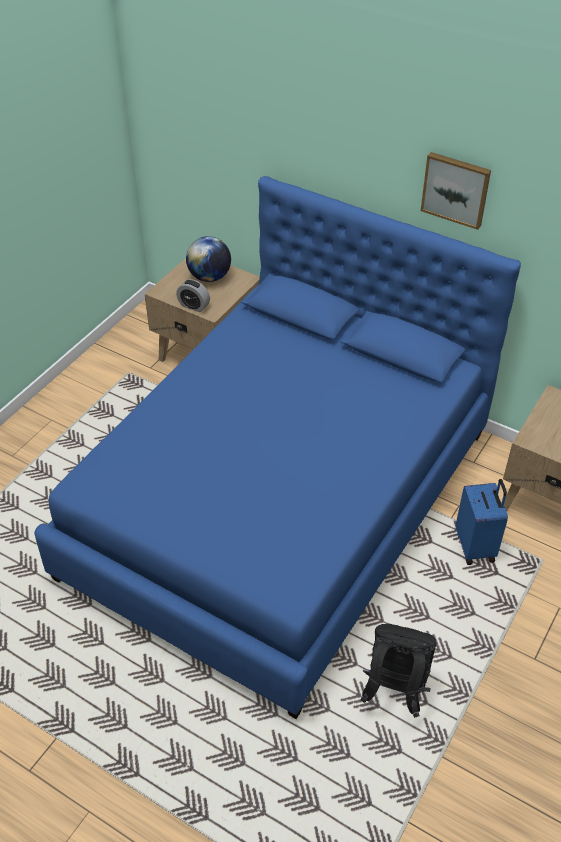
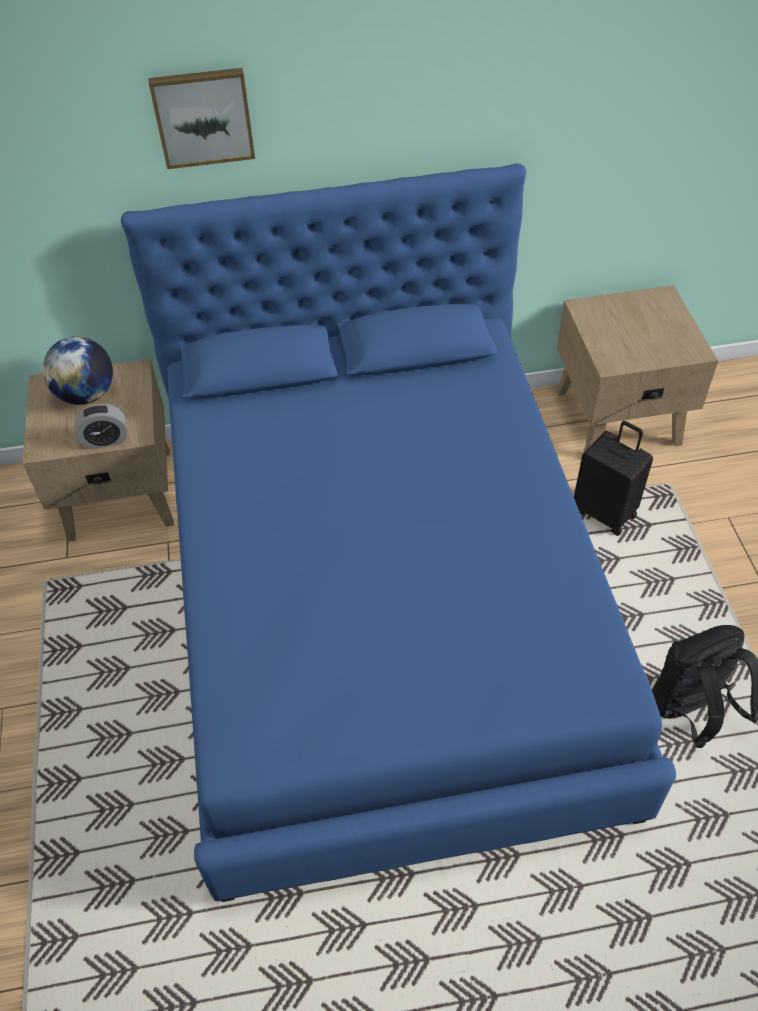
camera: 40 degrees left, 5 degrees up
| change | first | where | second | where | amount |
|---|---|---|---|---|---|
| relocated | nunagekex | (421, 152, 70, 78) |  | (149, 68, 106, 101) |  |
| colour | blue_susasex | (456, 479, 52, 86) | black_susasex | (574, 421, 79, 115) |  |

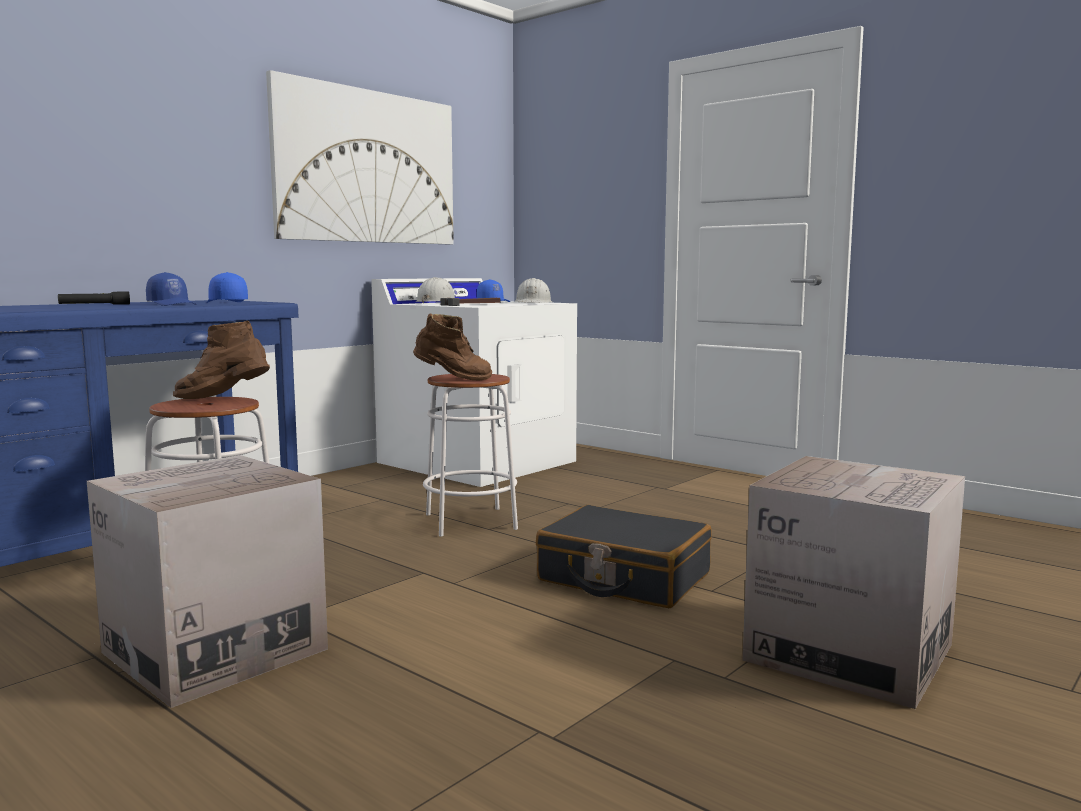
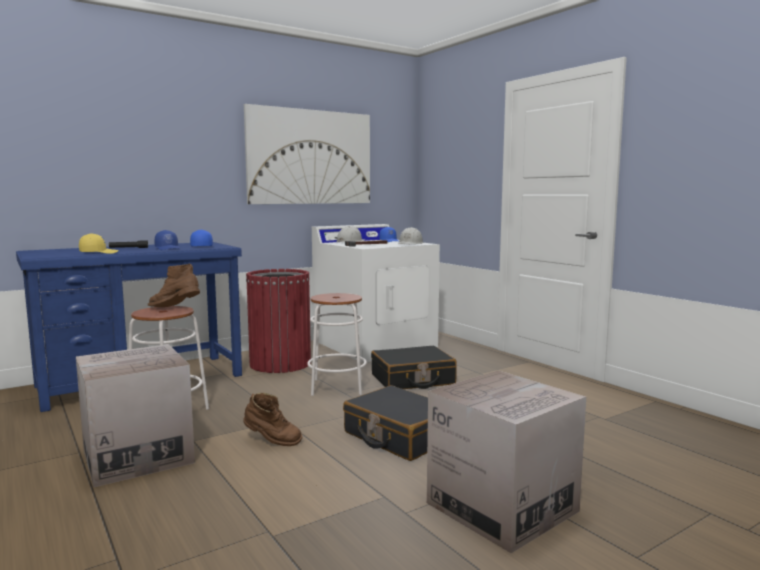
camera: 15 degrees right, 0 degrees up
| change | first | where | second | where | amount |
|---|---|---|---|---|---|
| relocated | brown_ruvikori | (413, 313, 79, 67) |  | (243, 393, 59, 53) |  |
| appeared |  |  | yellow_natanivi | (79, 233, 40, 21) |  |
| appeared |  |  | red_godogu | (246, 269, 65, 104) |  |
| appeared |  |  | black_susasex | (371, 346, 86, 43) |  |

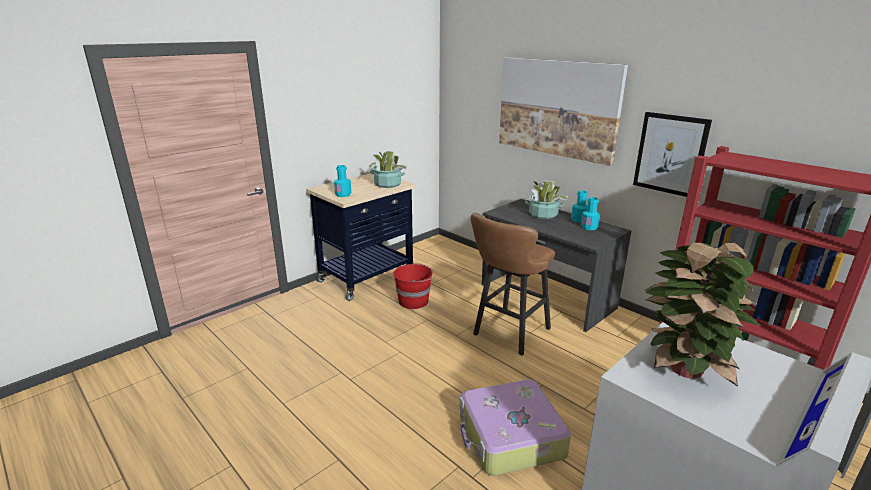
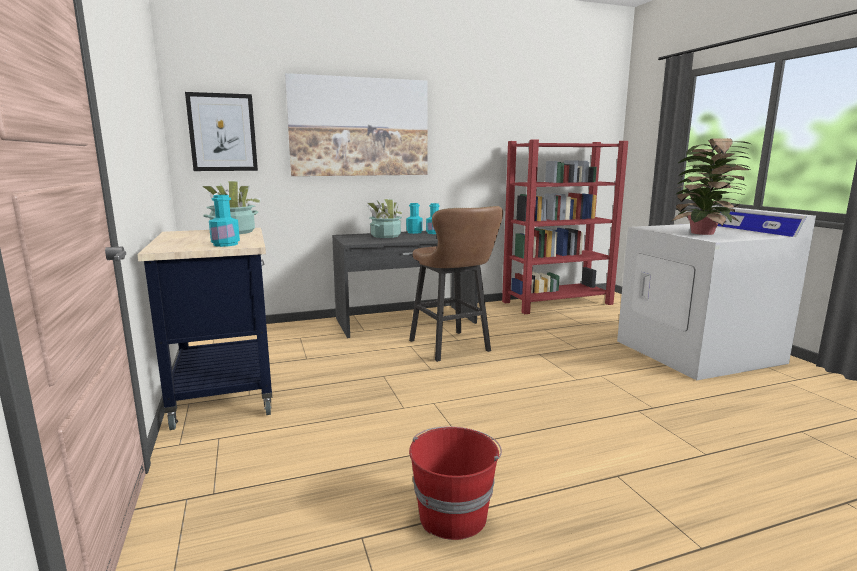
camera: 65 degrees left, 10 degrees down
| change | first | where | second | where | amount |
|---|---|---|---|---|---|
| relocated | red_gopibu | (394, 263, 40, 46) |  | (409, 426, 93, 114) |  |
| missing | susasex | (459, 379, 112, 97) |  |  |  |
| relocated | nunagekex | (633, 112, 79, 85) |  | (185, 92, 73, 79) |  |

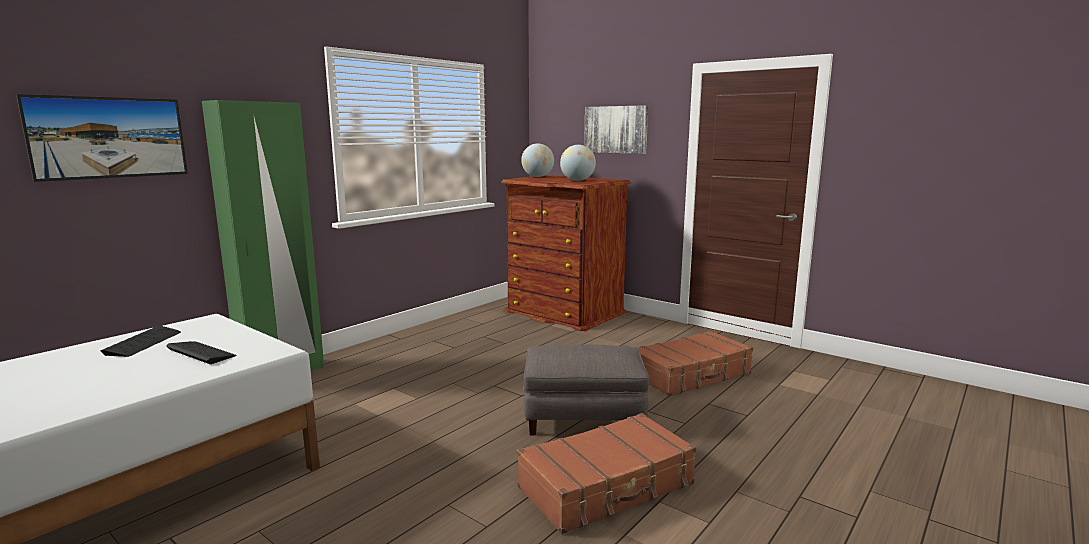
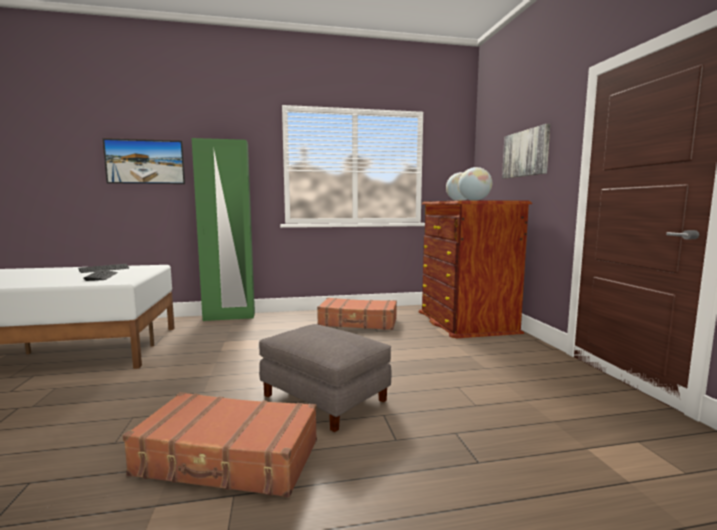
camera: 40 degrees right, 5 degrees down
| change | first | where | second | where | amount |
|---|---|---|---|---|---|
| relocated | brown_susasex | (637, 331, 116, 65) |  | (317, 298, 80, 32) |  |

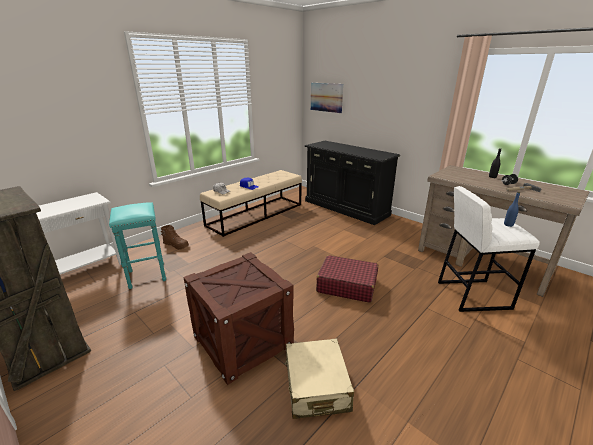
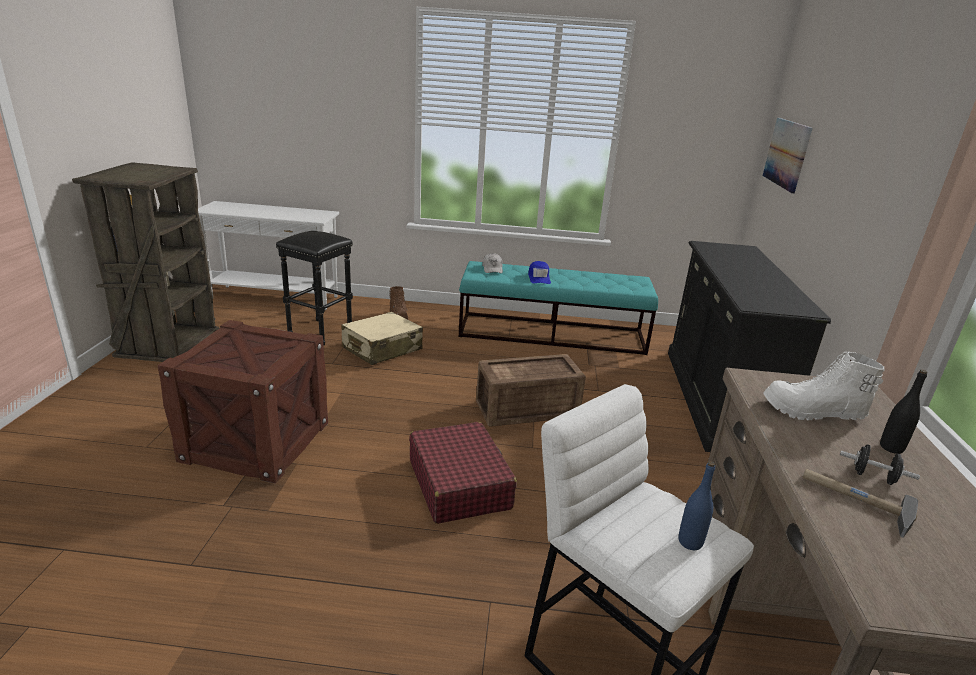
camera: 50 degrees right, 0 degrees up
| change | first | where | second | where | amount |
|---|---|---|---|---|---|
| colour | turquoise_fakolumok | (109, 202, 57, 87) | black_fakolumok | (276, 231, 77, 114) |  |
| colour | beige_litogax | (200, 170, 102, 67) | turquoise_litogax | (459, 261, 199, 94) |  |
| relocated | beige_susasex | (285, 338, 69, 81) |  | (341, 312, 82, 53) |  |
| appeared |  |  | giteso | (476, 354, 110, 73) |  |
| appeared |  |  | white_ruvikori | (763, 352, 122, 68) |  |

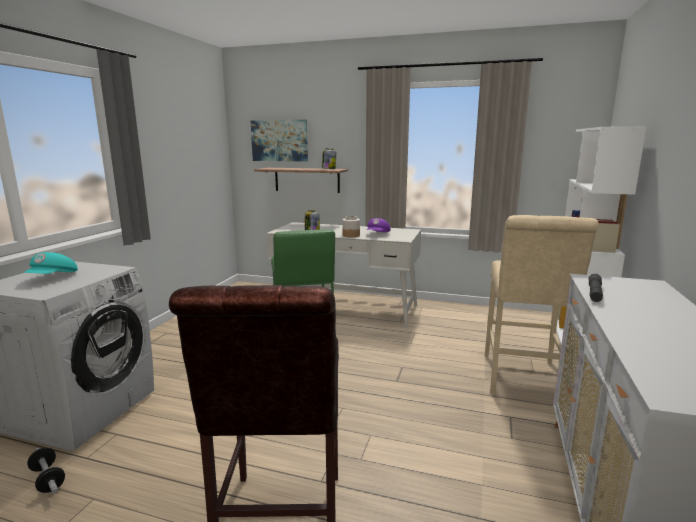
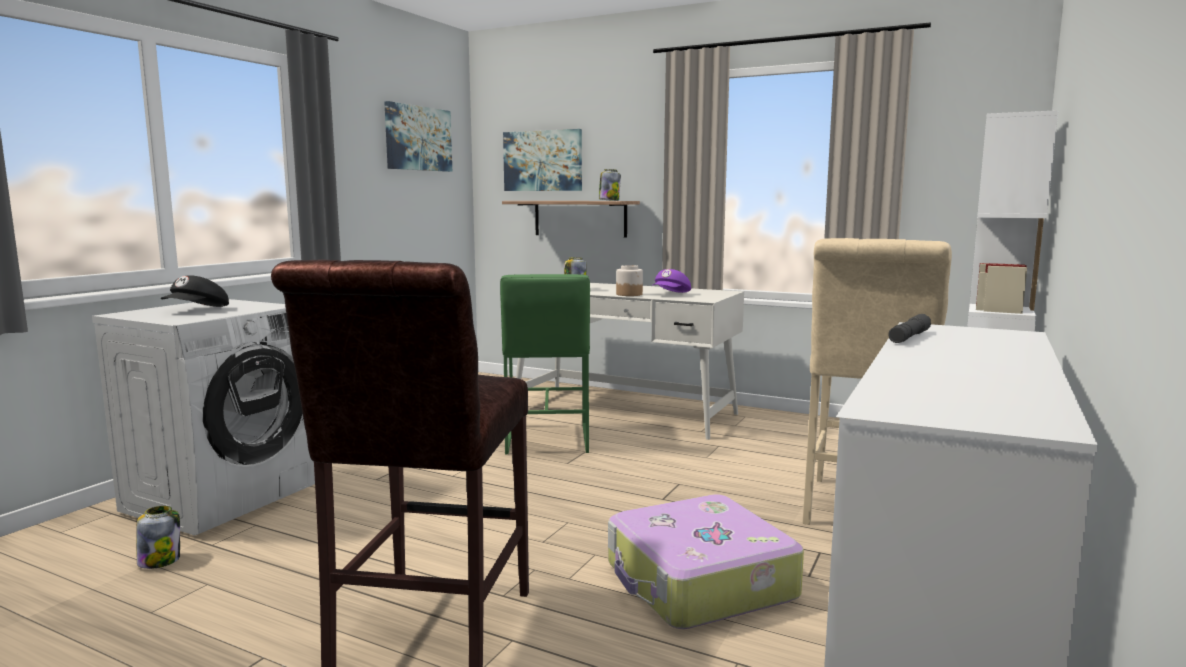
camera: 10 degrees right, 5 degrees down
| change | first | where | second | where | amount |
|---|---|---|---|---|---|
| colour | turquoise_natanivi | (23, 252, 55, 22) | black_natanivi | (161, 275, 68, 32) |  |
| exchanged | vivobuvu | (27, 448, 38, 46) | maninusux | (136, 506, 44, 63) |  |
| appeared |  |  | nunagekex | (384, 101, 68, 71) |  |
| appeared |  |  | susasex | (608, 494, 196, 135) |  |

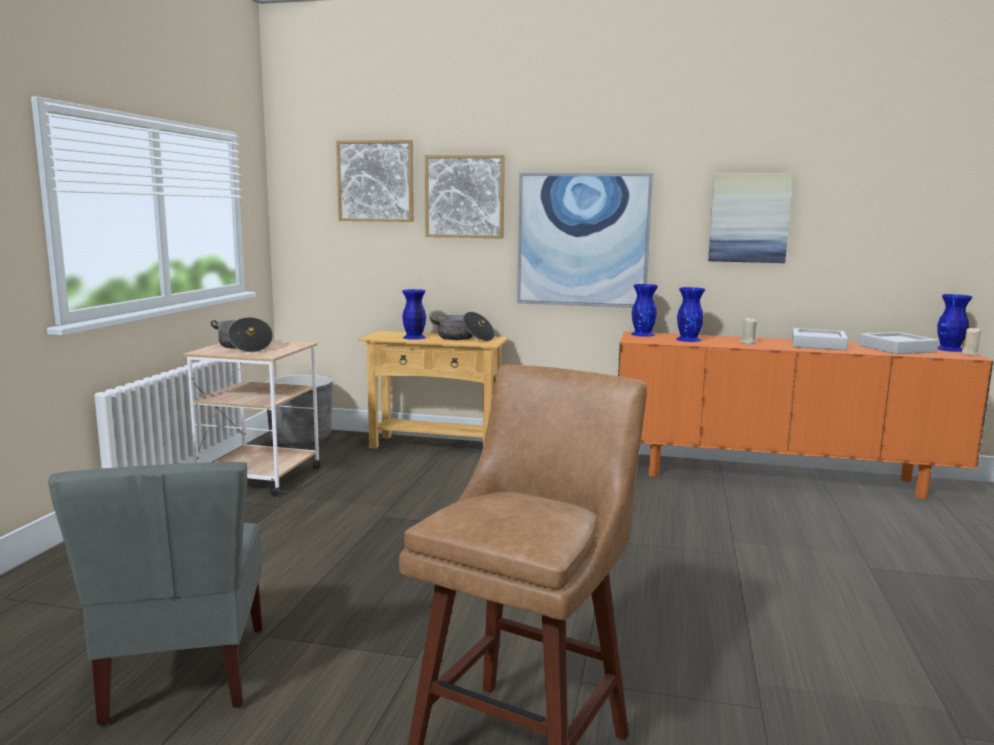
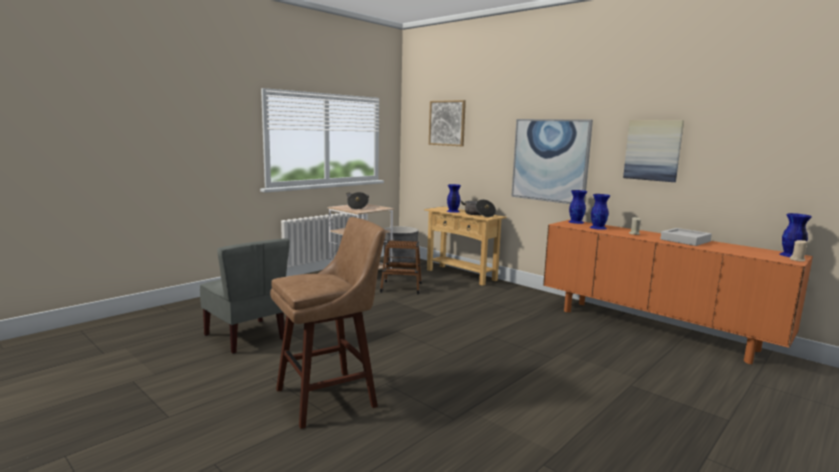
camera: 30 degrees right, 0 degrees up
| change | first | where | second | where | amount |
|---|---|---|---|---|---|
| spun | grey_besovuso | (48, 462, 214, 264) |  | (200, 239, 90, 115) | 60 degrees counterclockwise |
| missing | nunagekex | (425, 155, 80, 84) |  |  |  |
| missing | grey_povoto | (859, 332, 80, 22) |  |  |  |
| appeared |  |  | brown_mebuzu | (380, 240, 42, 54) |  |

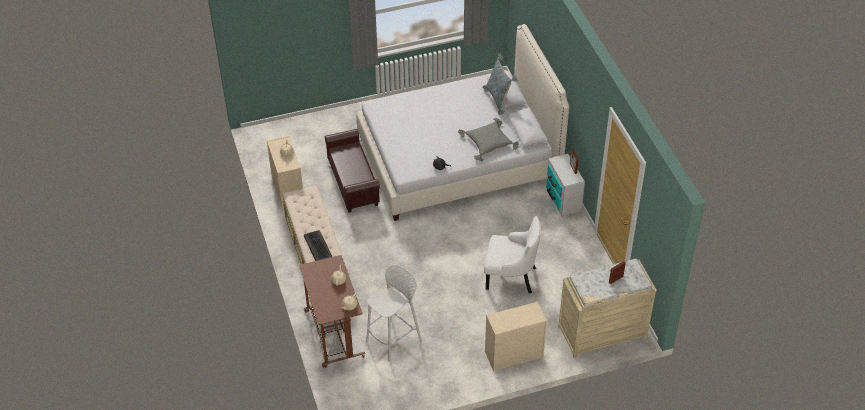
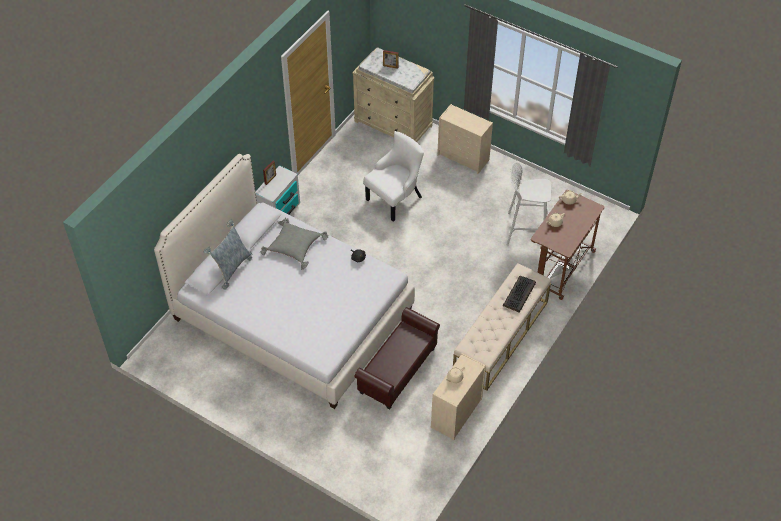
camera: 130 degrees left, 5 degrees up
| change | first | where | second | where | amount |
|---|---|---|---|---|---|
| spun | white_besovuso | (484, 216, 57, 78) |  | (363, 131, 61, 91) | 75 degrees clockwise |

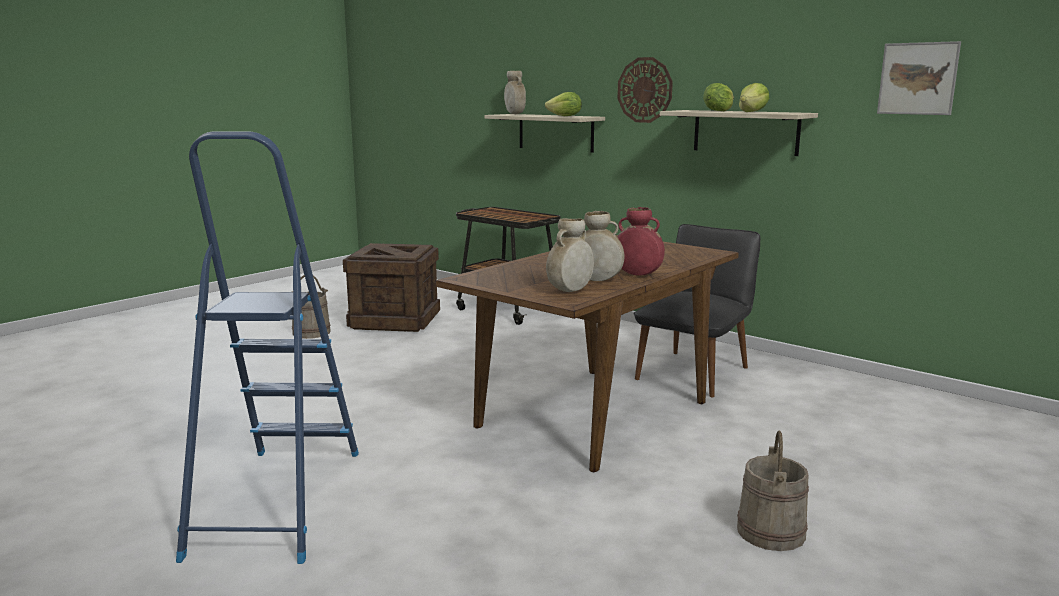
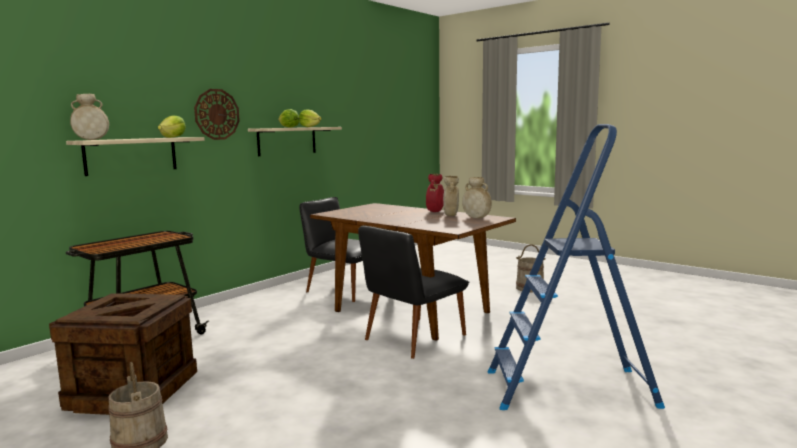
camera: 90 degrees left, 5 degrees down
| change | first | where | second | where | amount |
|---|---|---|---|---|---|
| missing | nunagekex | (877, 41, 84, 74) |  |  |  |
| appeared |  |  | black_besovuso | (358, 226, 111, 133) |  |

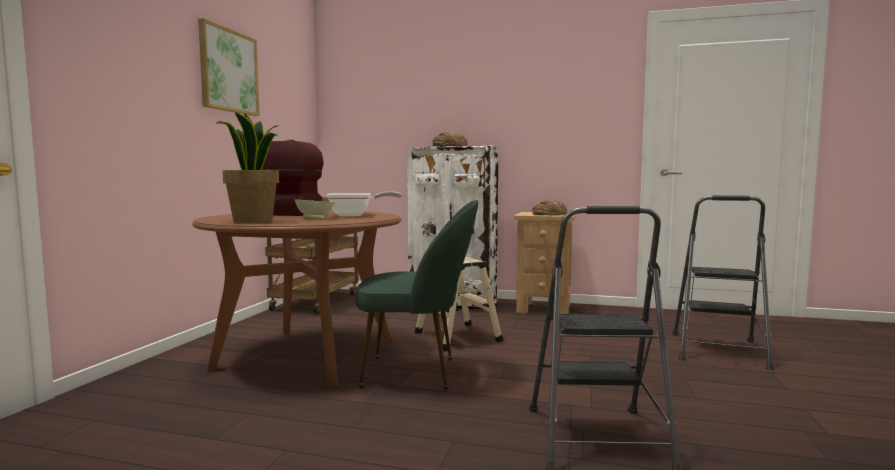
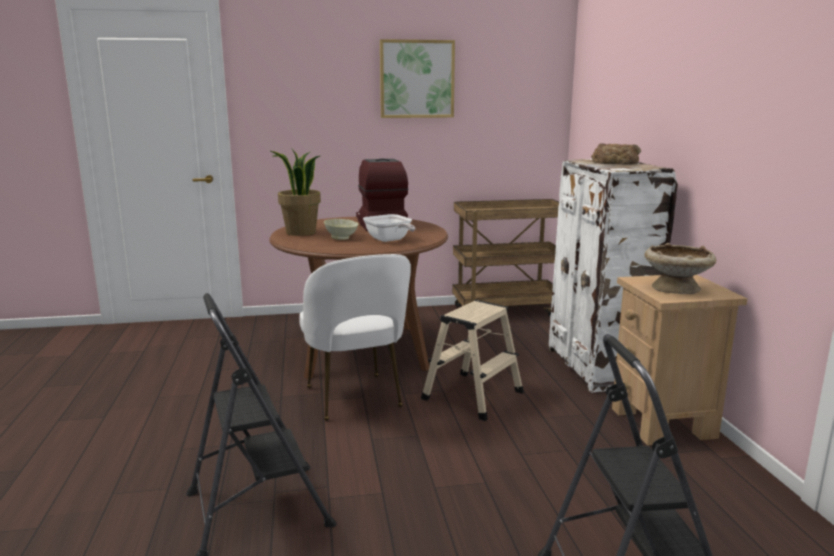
camera: 65 degrees right, 10 degrees up
| change | first | where | second | where | amount |
|---|---|---|---|---|---|
| colour | green_besovuso | (356, 200, 123, 190) | white_besovuso | (299, 254, 112, 167) |  |
| exchanged | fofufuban | (532, 200, 35, 15) | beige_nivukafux | (644, 243, 72, 51) |  |

